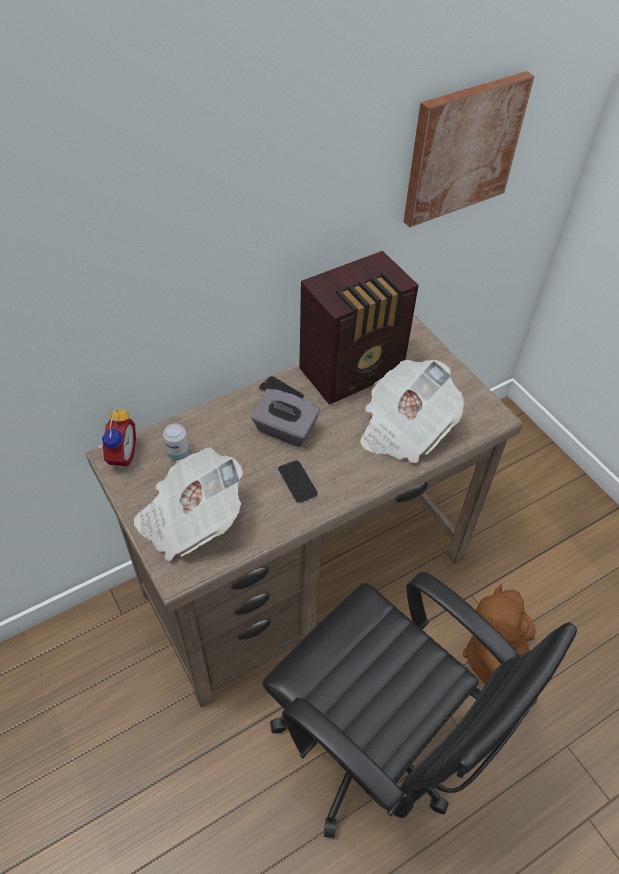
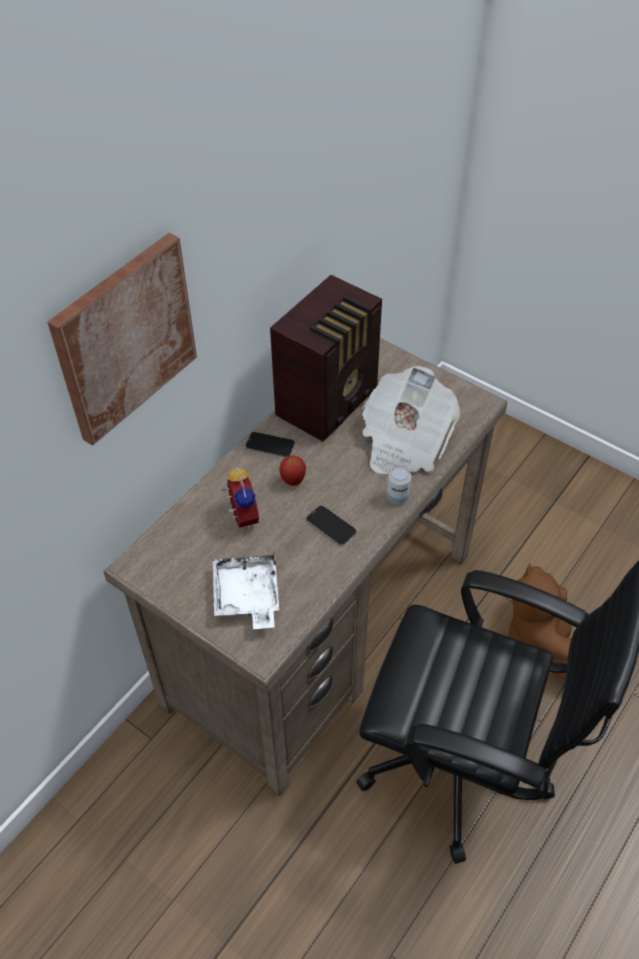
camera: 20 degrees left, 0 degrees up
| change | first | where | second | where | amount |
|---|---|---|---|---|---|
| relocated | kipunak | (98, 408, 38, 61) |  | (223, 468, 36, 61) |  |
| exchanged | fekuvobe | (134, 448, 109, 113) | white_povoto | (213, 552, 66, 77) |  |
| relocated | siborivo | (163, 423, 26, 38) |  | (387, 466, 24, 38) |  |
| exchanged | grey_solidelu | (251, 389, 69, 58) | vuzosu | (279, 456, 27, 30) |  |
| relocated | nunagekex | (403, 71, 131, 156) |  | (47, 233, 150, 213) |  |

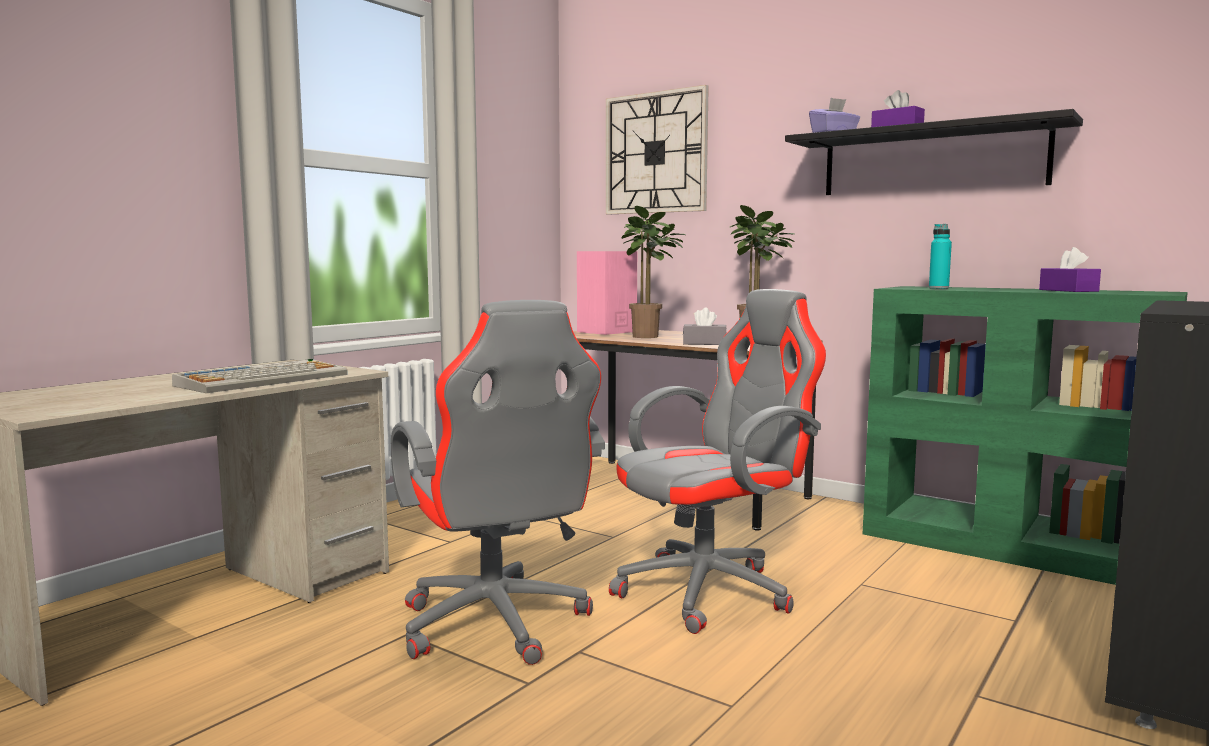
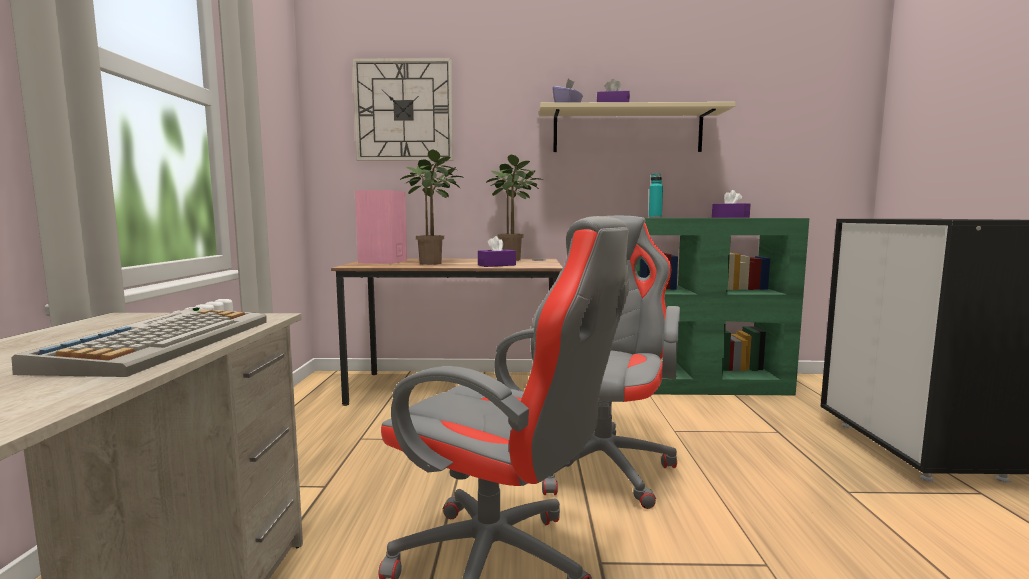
camera: 35 degrees left, 0 degrees up
| change | first | where | second | where | amount |
|---|---|---|---|---|---|
| colour | grey_solidelu | (683, 307, 44, 38) | purple_solidelu | (478, 236, 38, 31) |  |
| colour | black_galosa | (785, 109, 298, 86) | beige_galosa | (539, 102, 197, 50) |  |

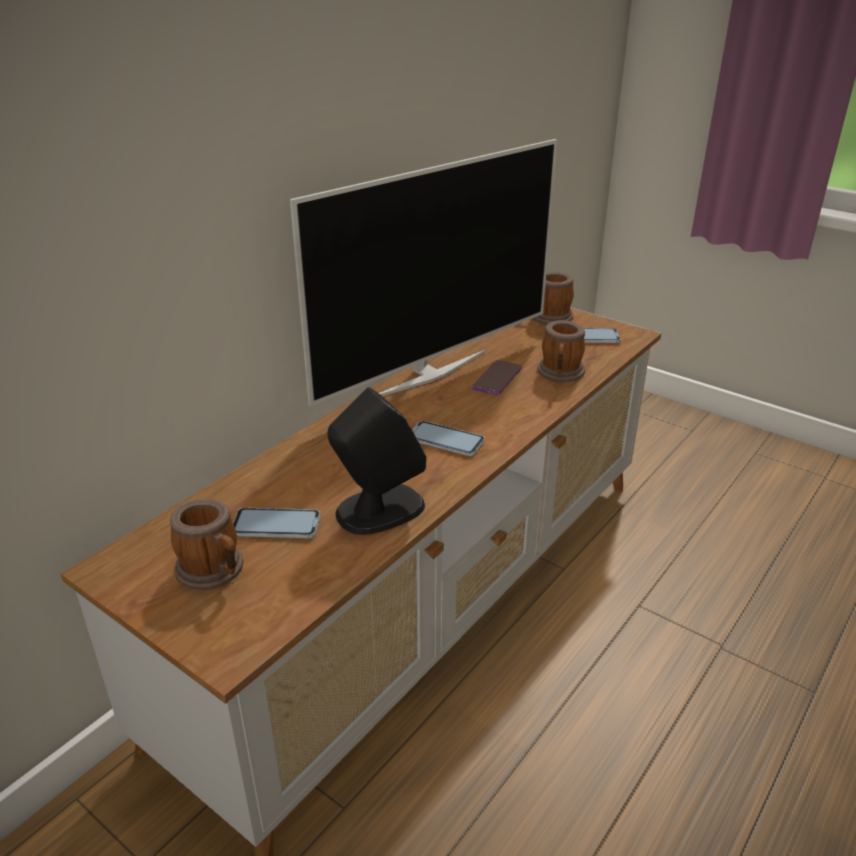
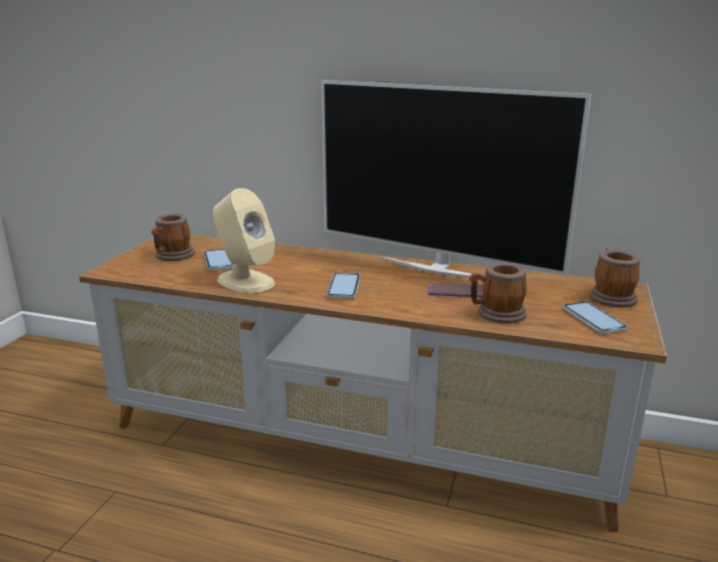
camera: 70 degrees right, 10 degrees down
| change | first | where | second | where | amount |
|---|---|---|---|---|---|
| colour | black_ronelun | (328, 387, 99, 148) | beige_ronelun | (213, 188, 62, 105) |  |

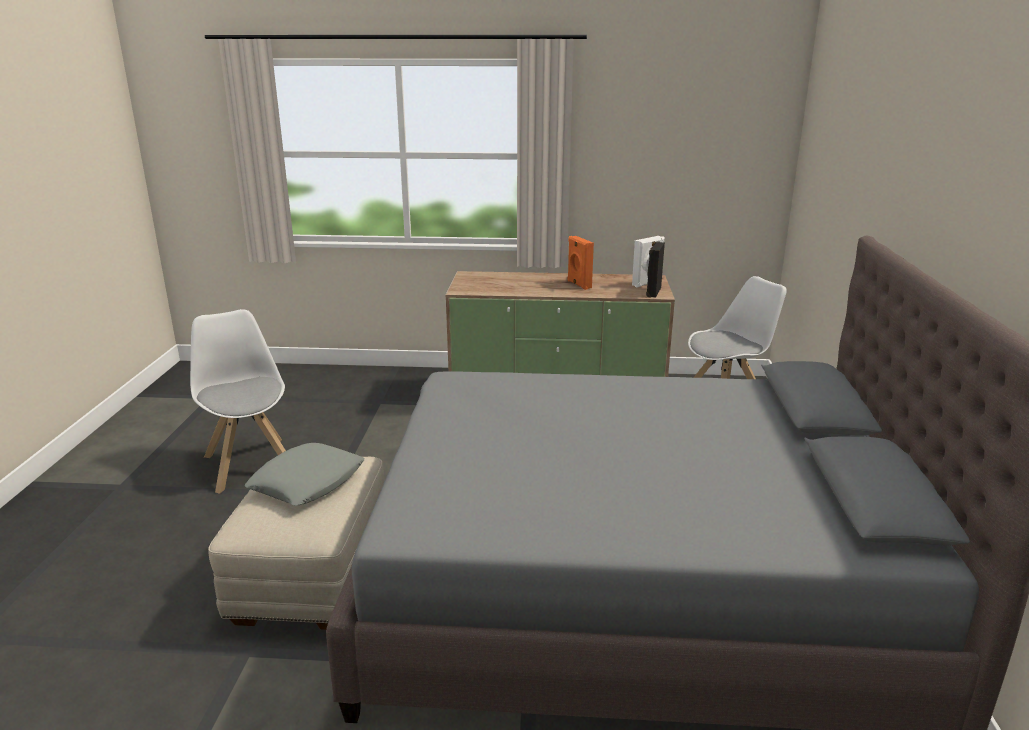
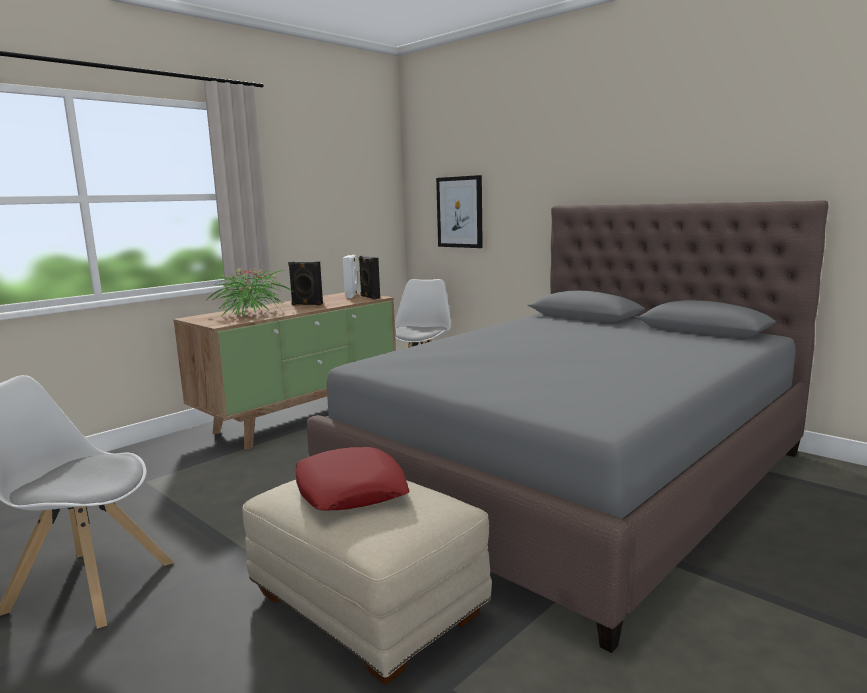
camera: 50 degrees left, 10 degrees down
| change | first | where | second | where | amount |
|---|---|---|---|---|---|
| colour | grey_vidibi | (244, 443, 121, 63) | red_vidibi | (296, 447, 114, 63) |  |
| colour | orange_ronelun | (567, 236, 27, 54) | black_ronelun | (288, 261, 35, 44) |  |
| appeared |  |  | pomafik | (207, 267, 85, 48) |  |
| appeared |  |  | nunagekex | (436, 175, 47, 73) |  |

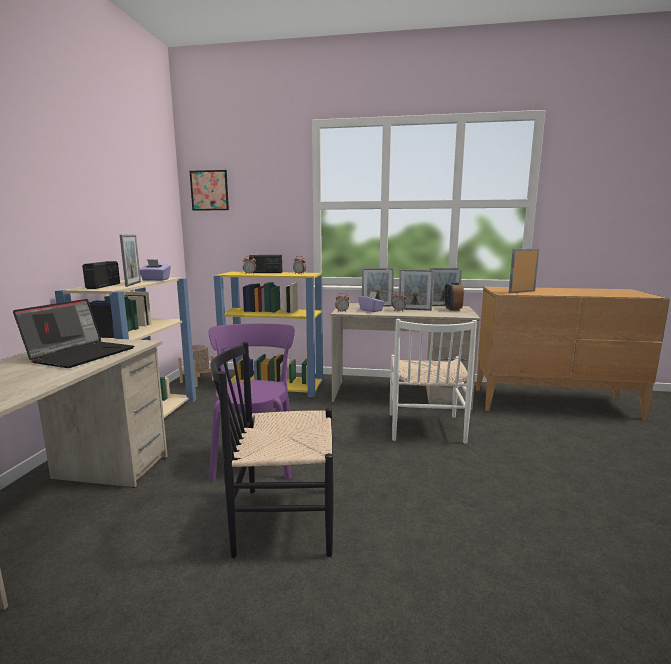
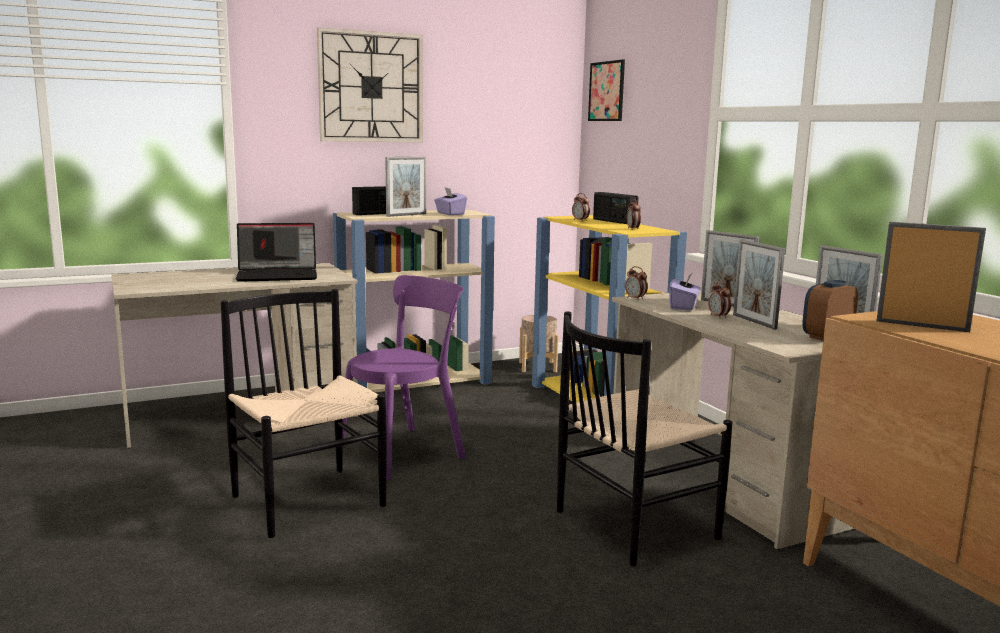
camera: 55 degrees right, 0 degrees up
| change | first | where | second | where | amount |
|---|---|---|---|---|---|
| colour | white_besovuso | (390, 319, 87, 125) | black_besovuso | (557, 311, 175, 255) |  |
| appeared |  |  | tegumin | (317, 27, 106, 115) |  |

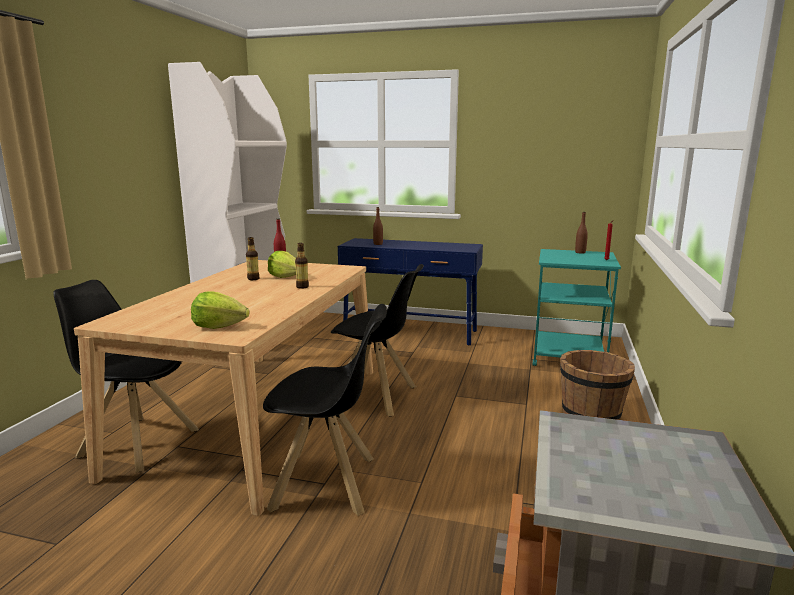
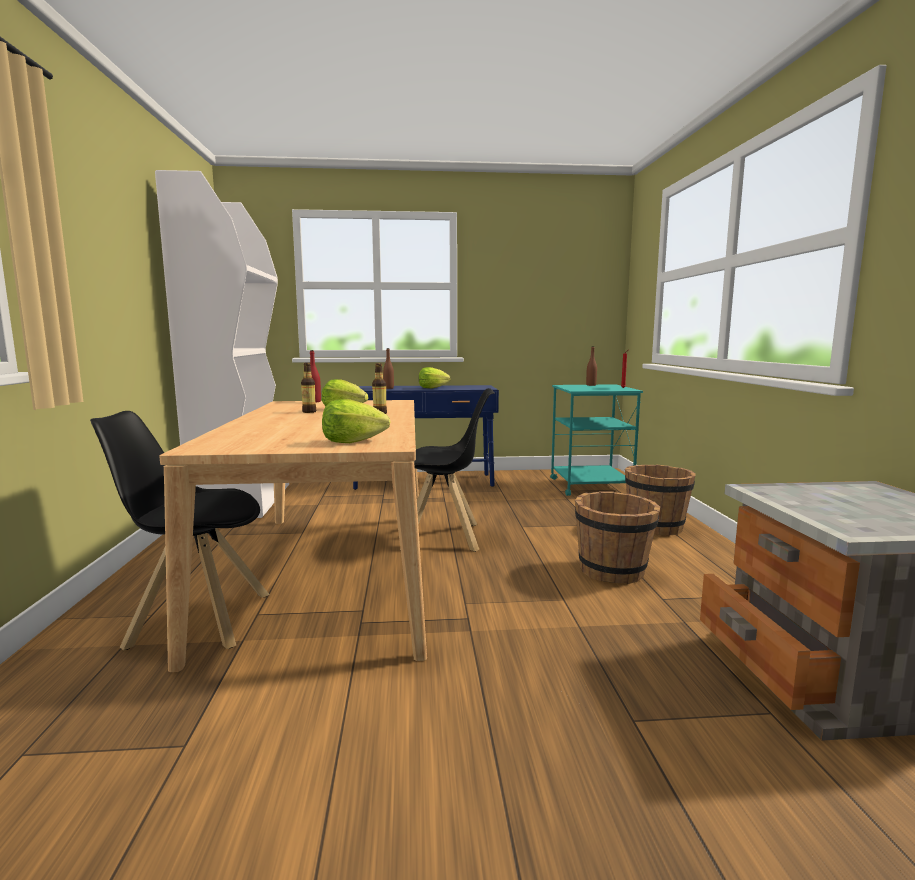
camera: 20 degrees left, 5 degrees down
| change | first | where | second | where | amount |
|---|---|---|---|---|---|
| missing | black_besovuso | (263, 304, 124, 212) |  |  |  |
| appeared |  |  | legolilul | (419, 367, 32, 21) |  |
| appeared |  |  | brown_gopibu | (575, 492, 85, 92) |  |

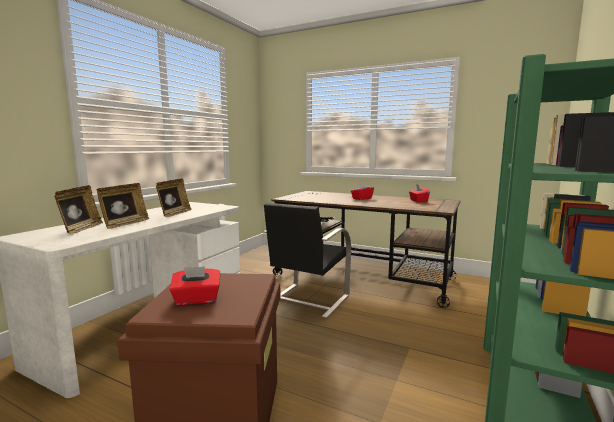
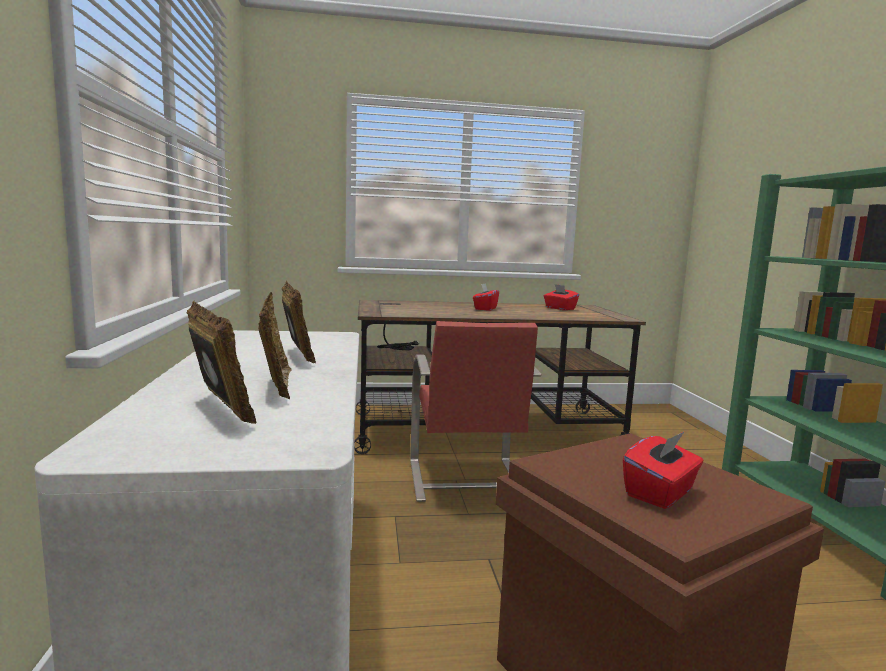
camera: 35 degrees left, 0 degrees up
| change | first | where | second | where | amount |
|---|---|---|---|---|---|
| colour | black_besovuso | (263, 202, 88, 117) | red_besovuso | (410, 321, 132, 181) |  |

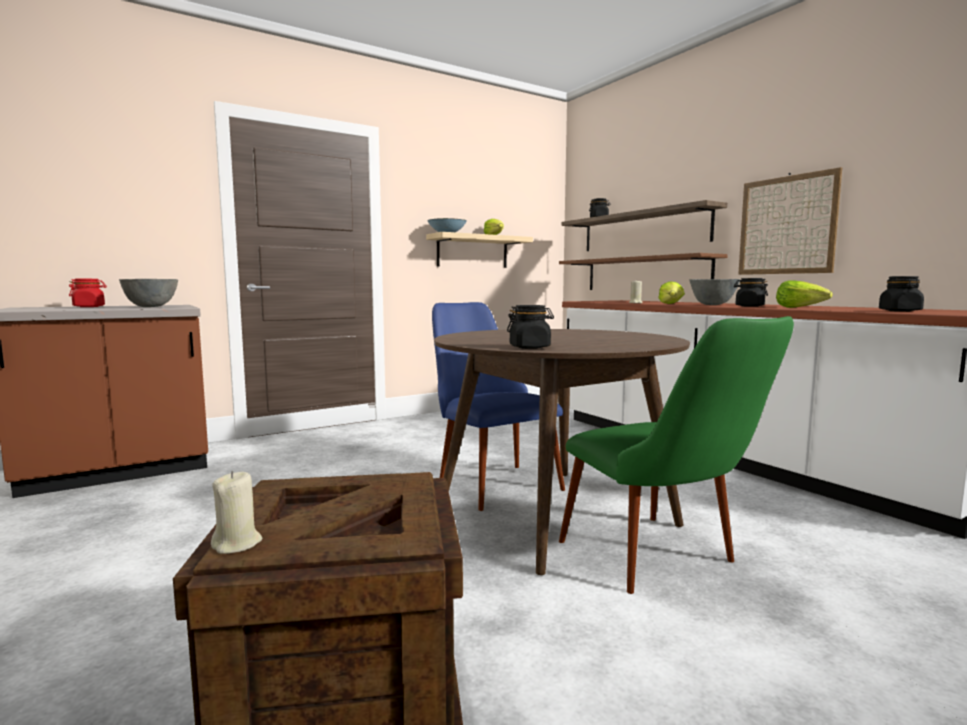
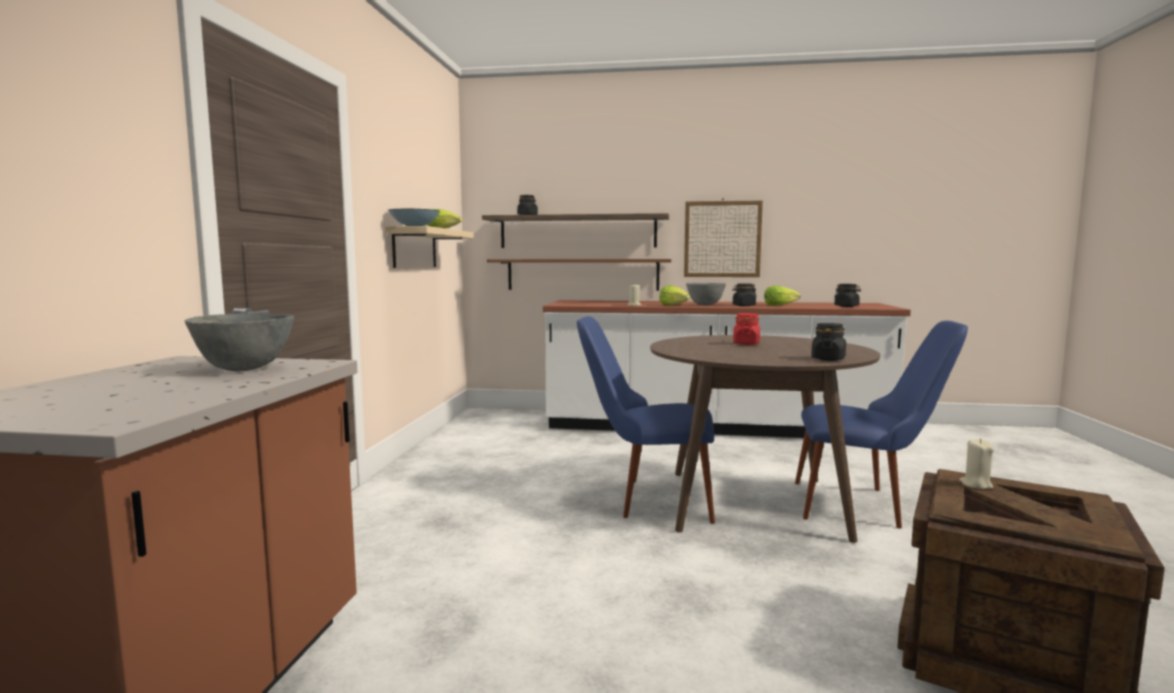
camera: 50 degrees left, 0 degrees up
| change | first | where | second | where | amount |
|---|---|---|---|---|---|
| relocated | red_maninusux | (69, 279, 38, 28) |  | (733, 313, 27, 32) |  |
| relocated | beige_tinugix | (211, 471, 51, 83) |  | (959, 439, 35, 50) |  |
| colour | green_besovuso | (559, 316, 235, 278) | blue_besovuso | (795, 321, 173, 208) |  |

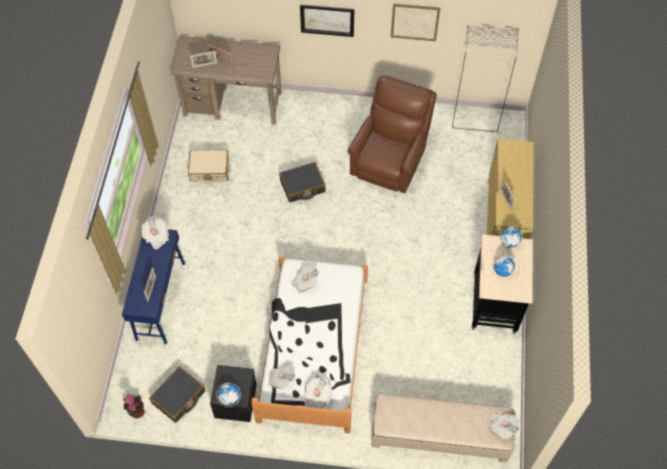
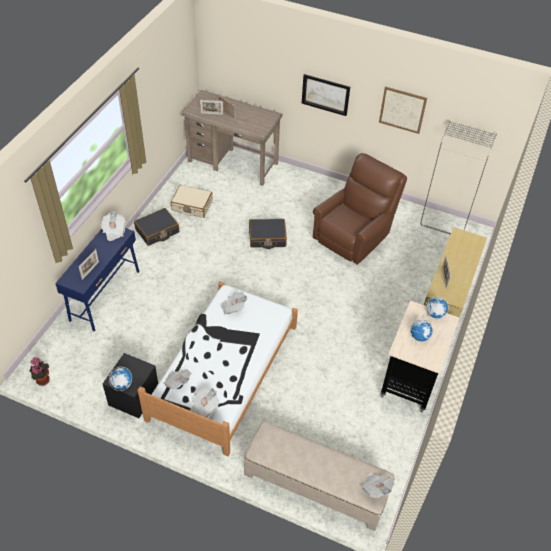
camera: 15 degrees right, 10 degrees down
| change | first | where | second | where | amount |
|---|---|---|---|---|---|
| relocated | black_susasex | (149, 366, 57, 57) |  | (134, 208, 45, 38) |  |

